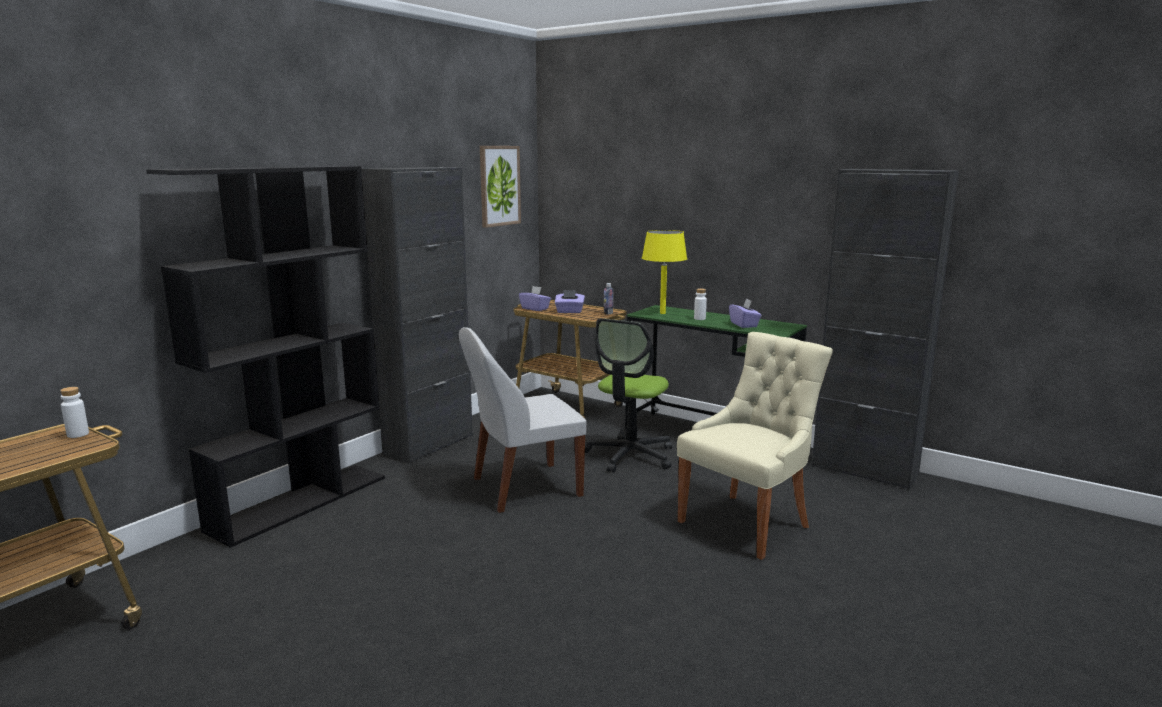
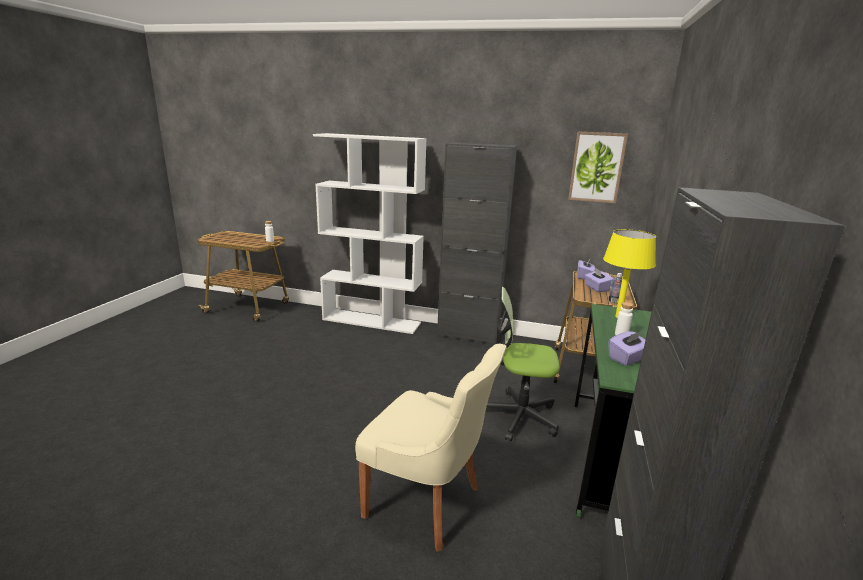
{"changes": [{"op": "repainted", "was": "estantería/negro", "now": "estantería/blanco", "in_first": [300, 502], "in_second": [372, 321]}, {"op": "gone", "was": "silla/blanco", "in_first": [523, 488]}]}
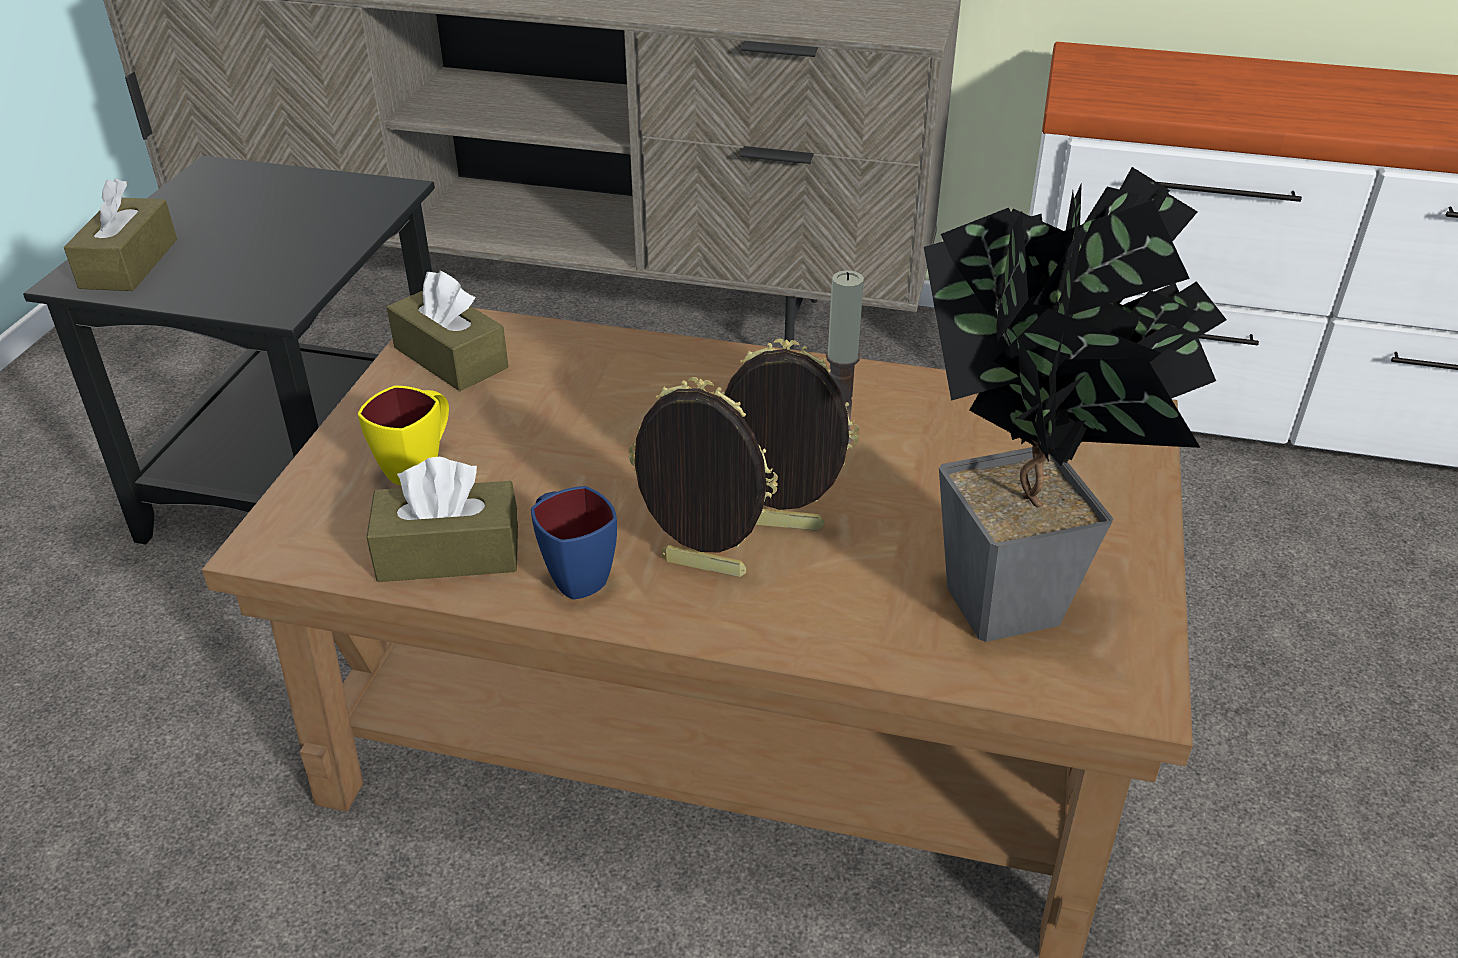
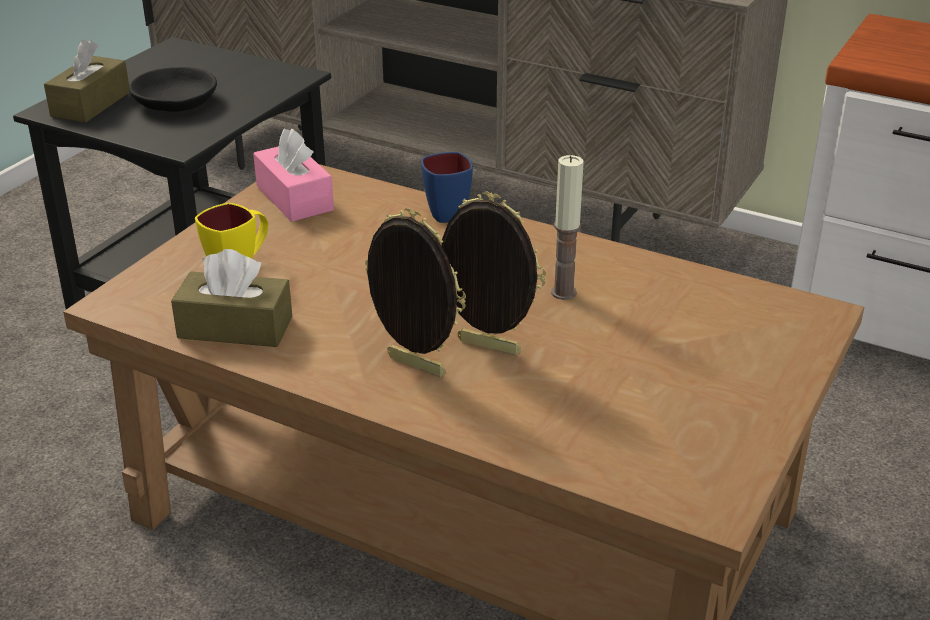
{"changes": [{"op": "repainted", "was": "caja de pañuelos/marrón", "now": "caja de pañuelos/rosa", "in_first": [450, 358], "in_second": [294, 198]}, {"op": "shifted", "was": "taza grande/azul", "in_first": [572, 574], "in_second": [444, 211]}, {"op": "gone", "was": "planta en maceta", "in_first": [1025, 608]}, {"op": "new", "now": "cuenco/negro", "in_second": [175, 103]}]}
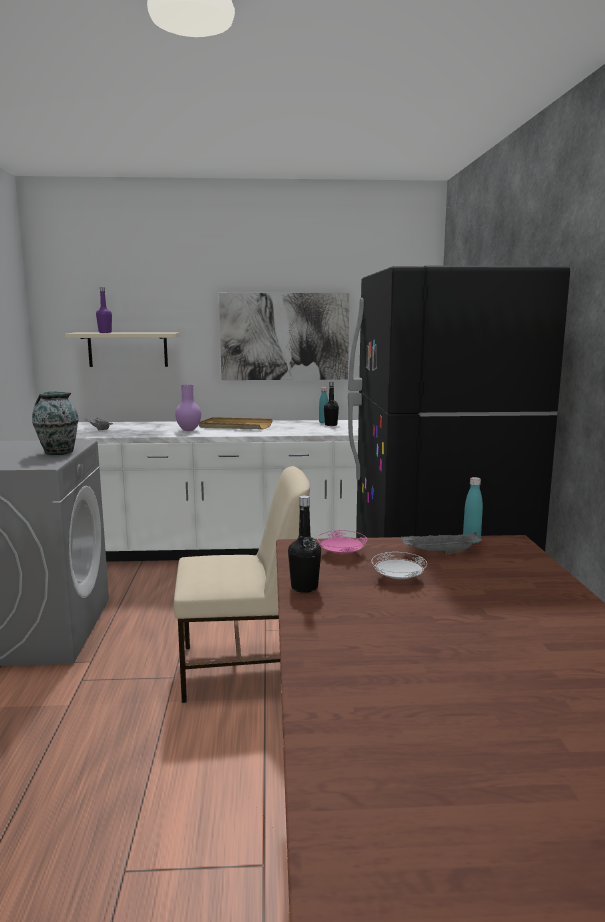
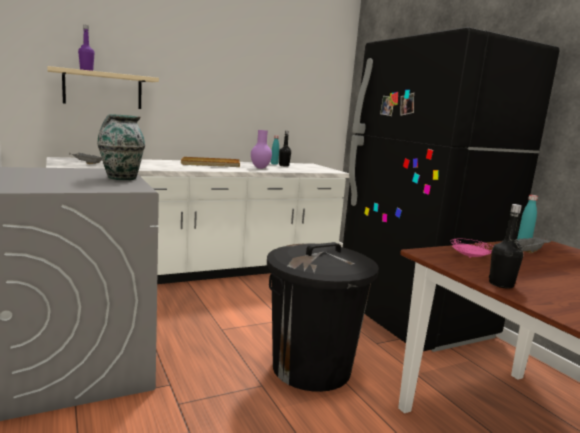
{"changes": [{"op": "swapped", "was": "silla/beis", "now": "papelera/negro", "in_first": [243, 669], "in_second": [312, 368]}, {"op": "shifted", "was": "florero/morado", "in_first": [188, 430], "in_second": [260, 168]}, {"op": "gone", "was": "cuadro", "in_first": [284, 336]}, {"op": "gone", "was": "plato/blanco", "in_first": [398, 579]}]}
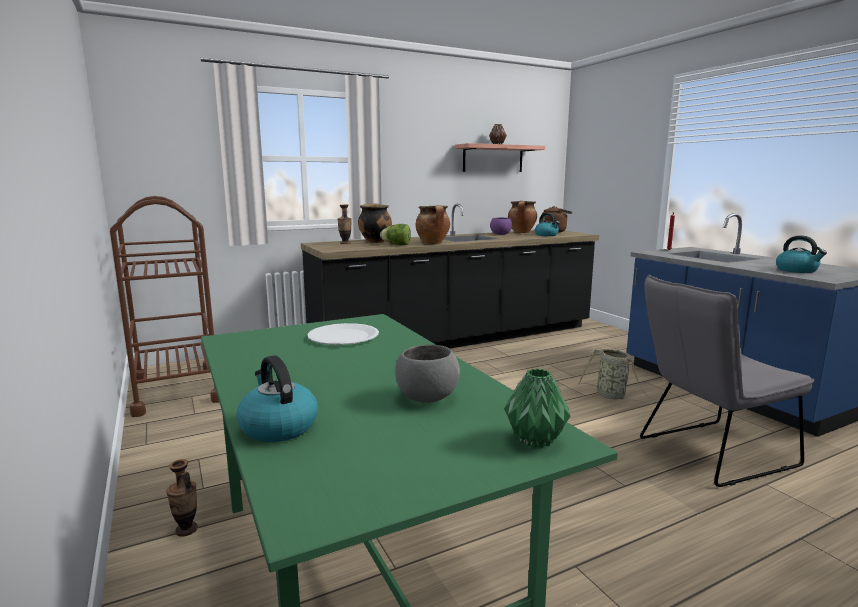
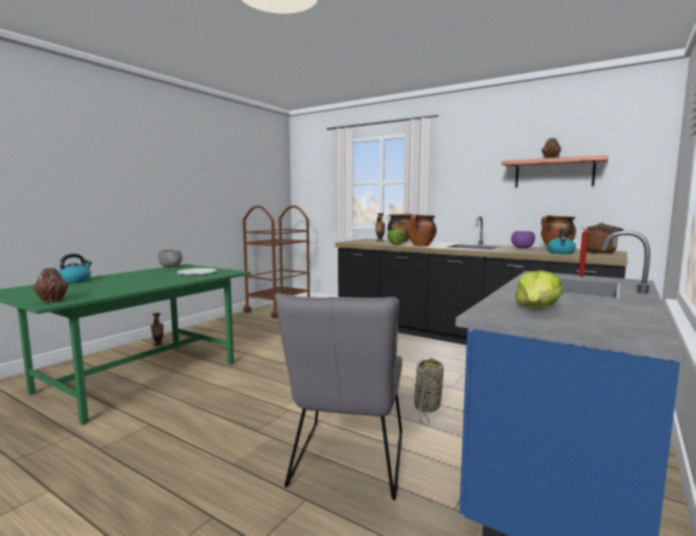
{"changes": [{"op": "shifted", "was": "cuenco/gris", "in_first": [426, 398], "in_second": [170, 267]}, {"op": "repainted", "was": "florero/verde", "now": "florero/marrón", "in_first": [536, 440], "in_second": [52, 301]}, {"op": "rotated", "was": "silla/gris", "in_first": [708, 453], "in_second": [347, 465], "clockwise": -120}, {"op": "swapped", "was": "hervidor", "now": "lechuga", "in_first": [797, 270], "in_second": [537, 308]}]}
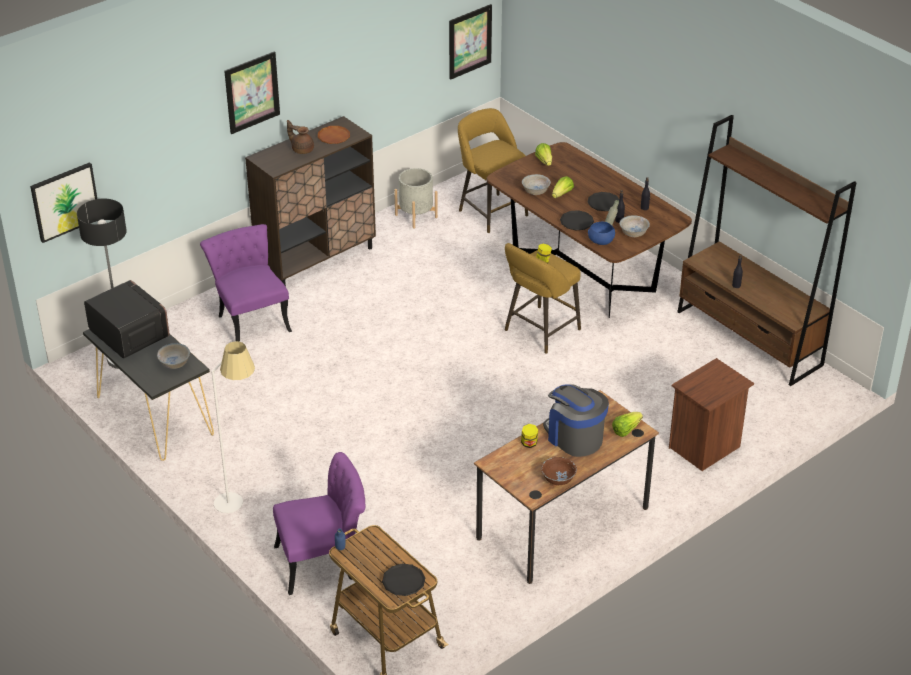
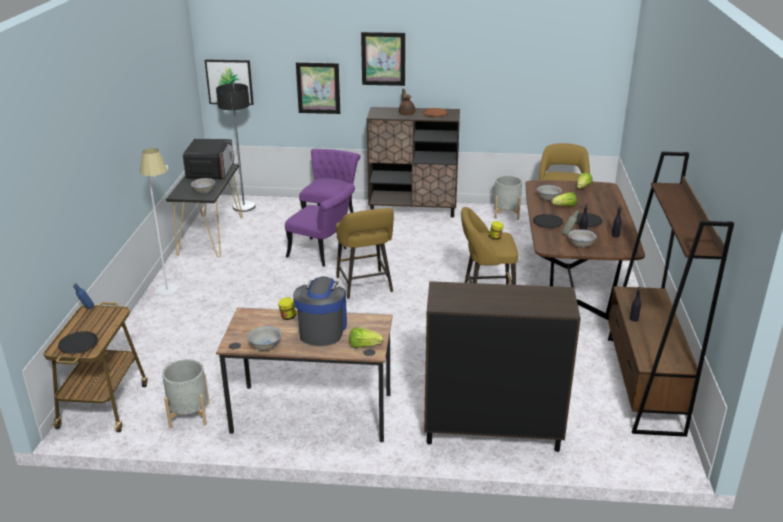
{"changes": [{"op": "shifted", "was": "silla/morado", "in_first": [324, 561], "in_second": [322, 254]}, {"op": "shifted", "was": "cuadro", "in_first": [470, 41], "in_second": [318, 88]}, {"op": "repainted", "was": "cuenco/marrón", "now": "cuenco/blanco", "in_first": [558, 479], "in_second": [265, 346]}, {"op": "gone", "was": "cuenco/azul", "in_first": [600, 242]}, {"op": "swapped", "was": "mesita de noche/marrón", "now": "armario/marrón", "in_first": [705, 448], "in_second": [491, 431]}, {"op": "new", "now": "maceta/gris", "in_second": [189, 414]}, {"op": "new", "now": "taburete/amarillo", "in_second": [365, 286]}]}
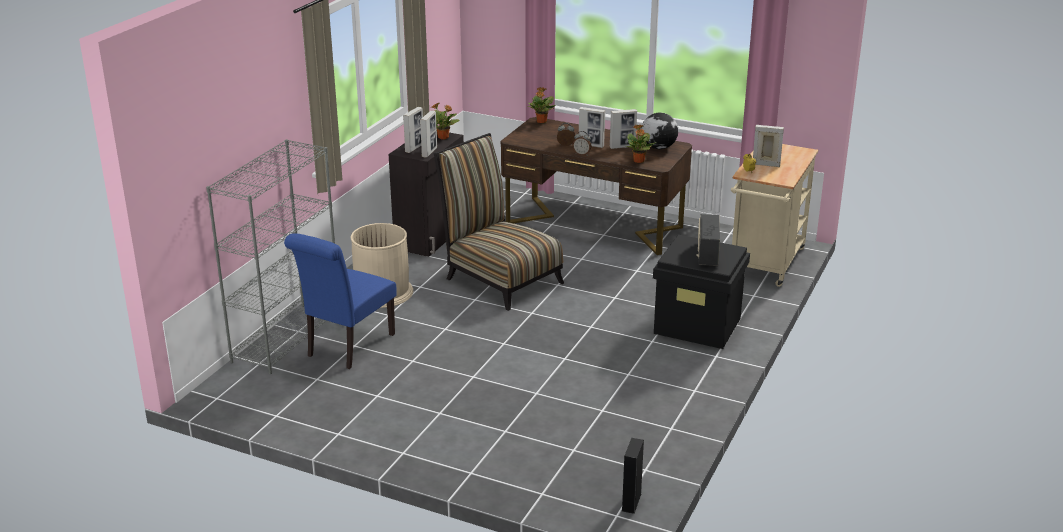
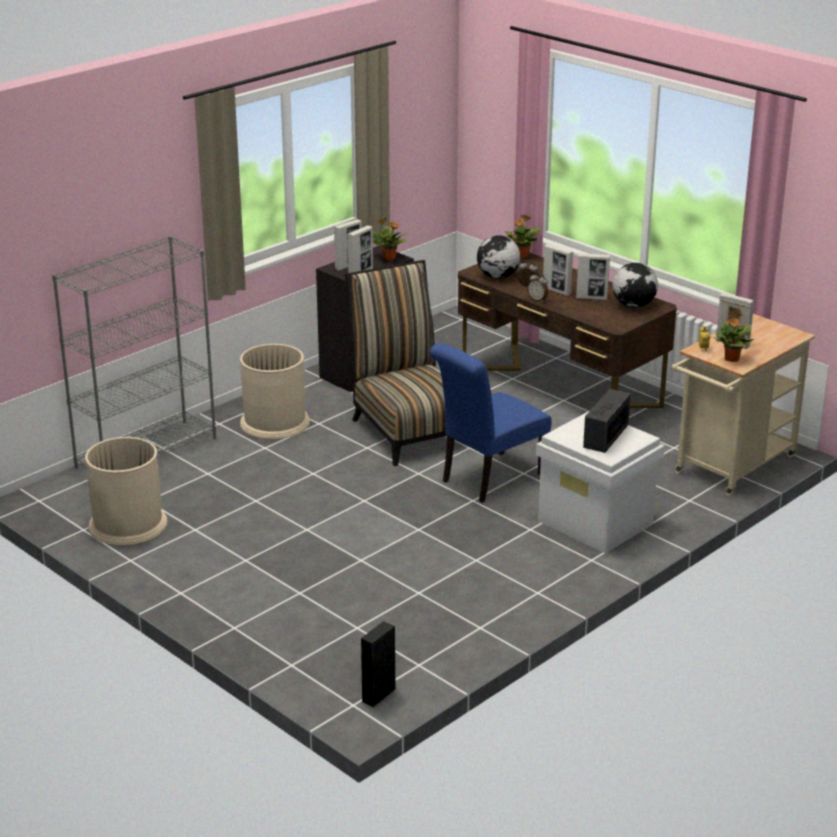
{"changes": [{"op": "shifted", "was": "silla/azul", "in_first": [347, 347], "in_second": [487, 479]}, {"op": "shifted", "was": "planta en maceta", "in_first": [638, 161], "in_second": [731, 359]}, {"op": "repainted", "was": "caja de almacenaje/negro", "now": "caja de almacenaje/blanco", "in_first": [698, 326], "in_second": [596, 522]}, {"op": "new", "now": "papelera/beis", "in_second": [127, 524]}, {"op": "new", "now": "globo terráqueo", "in_second": [497, 277]}]}
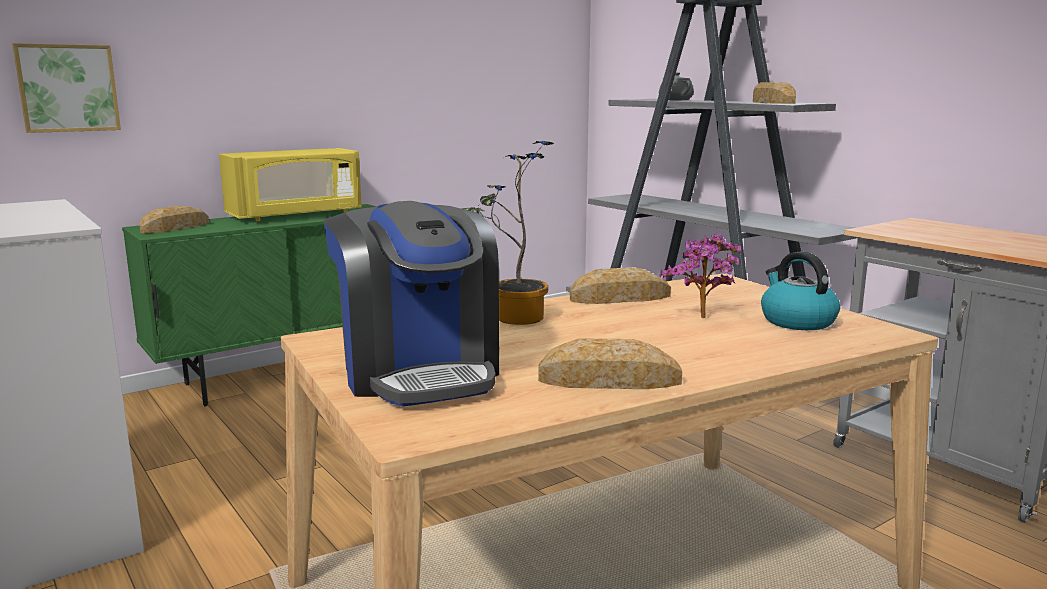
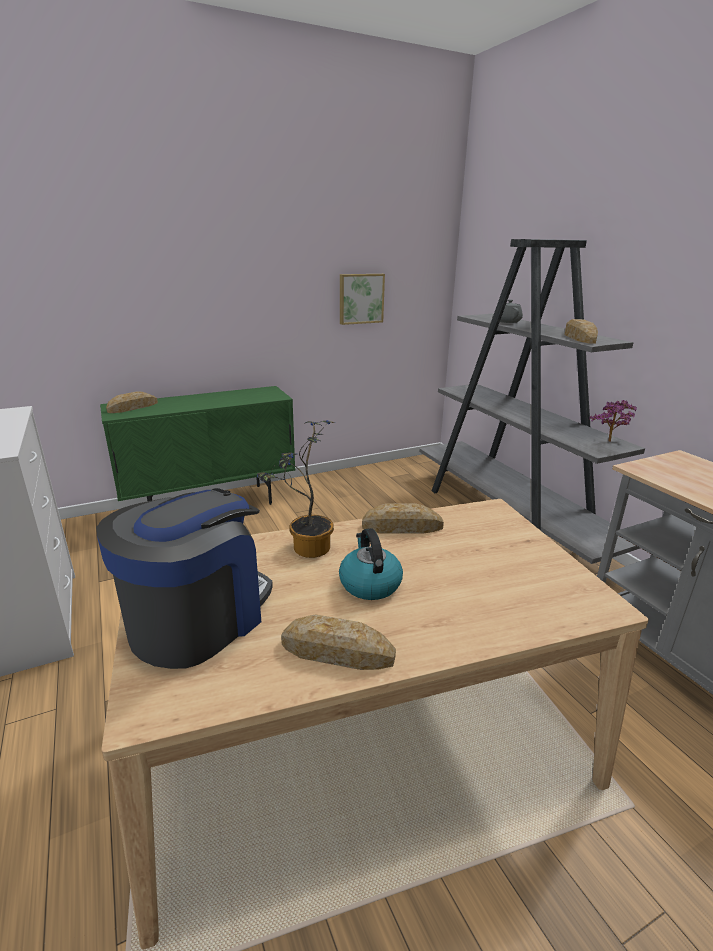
{"changes": [{"op": "shifted", "was": "cuadro", "in_first": [67, 88], "in_second": [360, 298]}, {"op": "gone", "was": "microondas/amarillo", "in_first": [296, 215]}, {"op": "rotated", "was": "cafetera", "in_first": [419, 372], "in_second": [199, 618], "clockwise": -135}, {"op": "shifted", "was": "planta en maceta", "in_first": [703, 319], "in_second": [609, 442]}, {"op": "shifted", "was": "hervidor", "in_first": [796, 321], "in_second": [369, 583]}]}
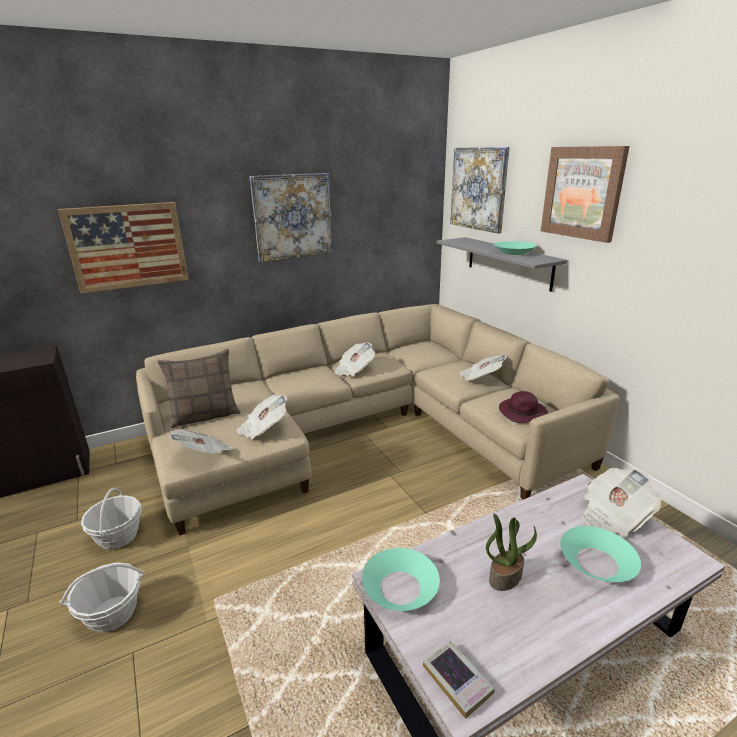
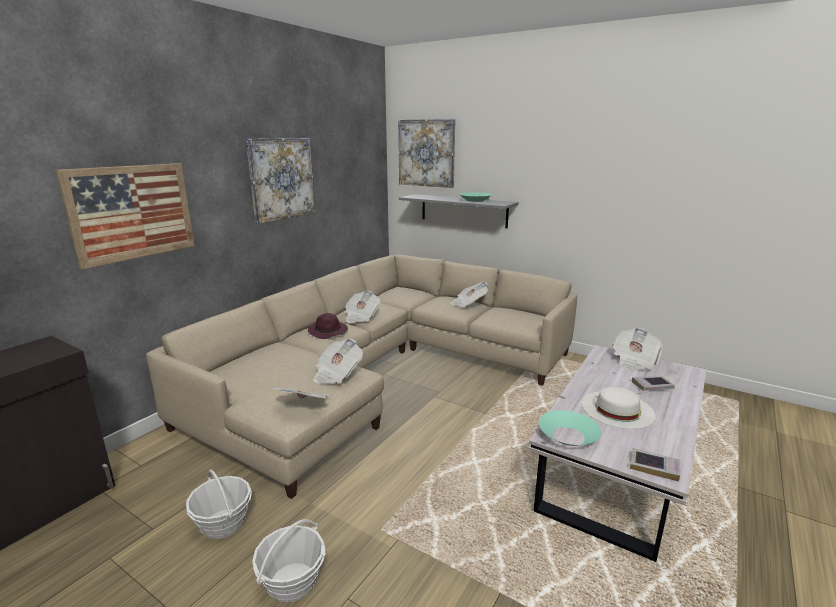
{"changes": [{"op": "gone", "was": "cojín", "in_first": [205, 415]}, {"op": "swapped", "was": "planta en maceta", "now": "sombrero/blanco", "in_first": [505, 576], "in_second": [617, 409]}, {"op": "shifted", "was": "sombrero/morado", "in_first": [523, 413], "in_second": [328, 332]}, {"op": "gone", "was": "cuadro", "in_first": [582, 192]}, {"op": "swapped", "was": "cuenco/turquesa", "now": "libro", "in_first": [596, 562], "in_second": [652, 386]}]}
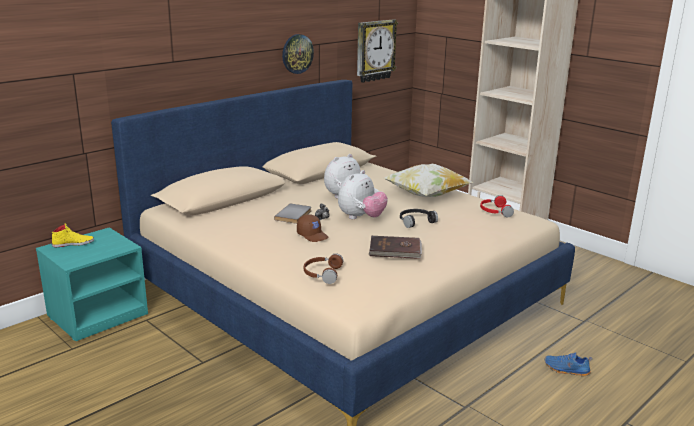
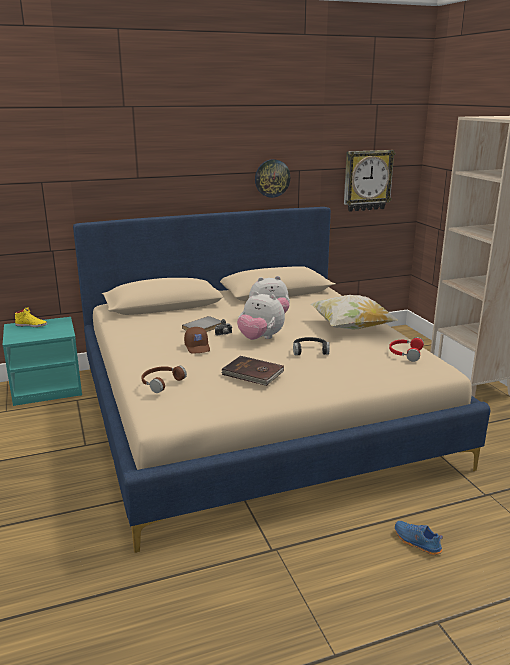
{"changes": [{"op": "rotated", "was": "peluche", "in_first": [361, 218], "in_second": [260, 339], "clockwise": 60}]}
